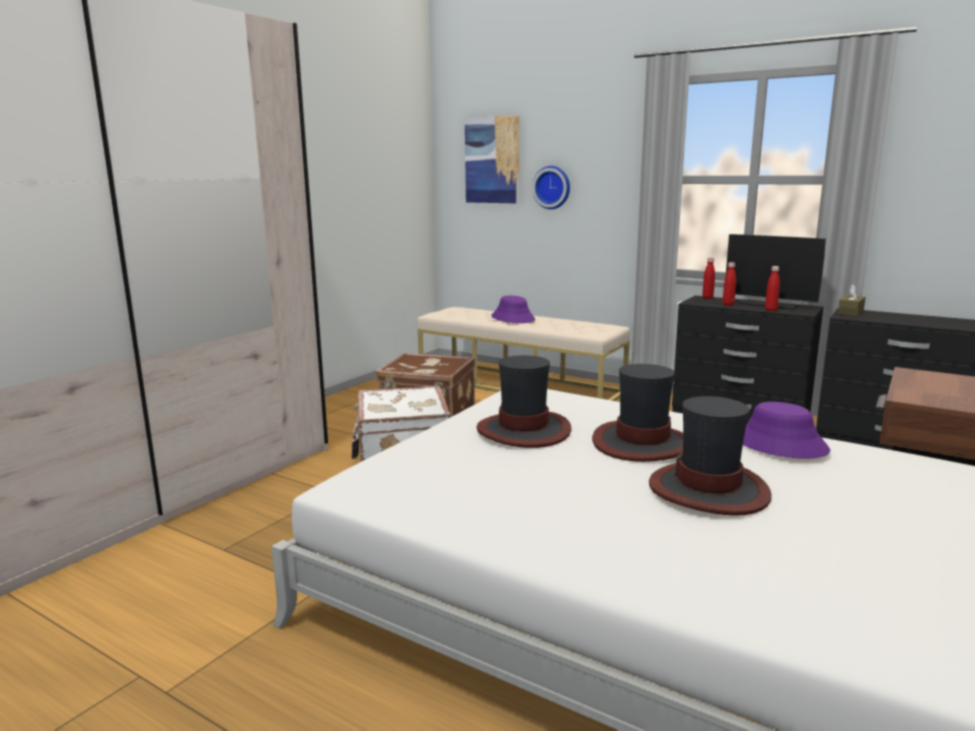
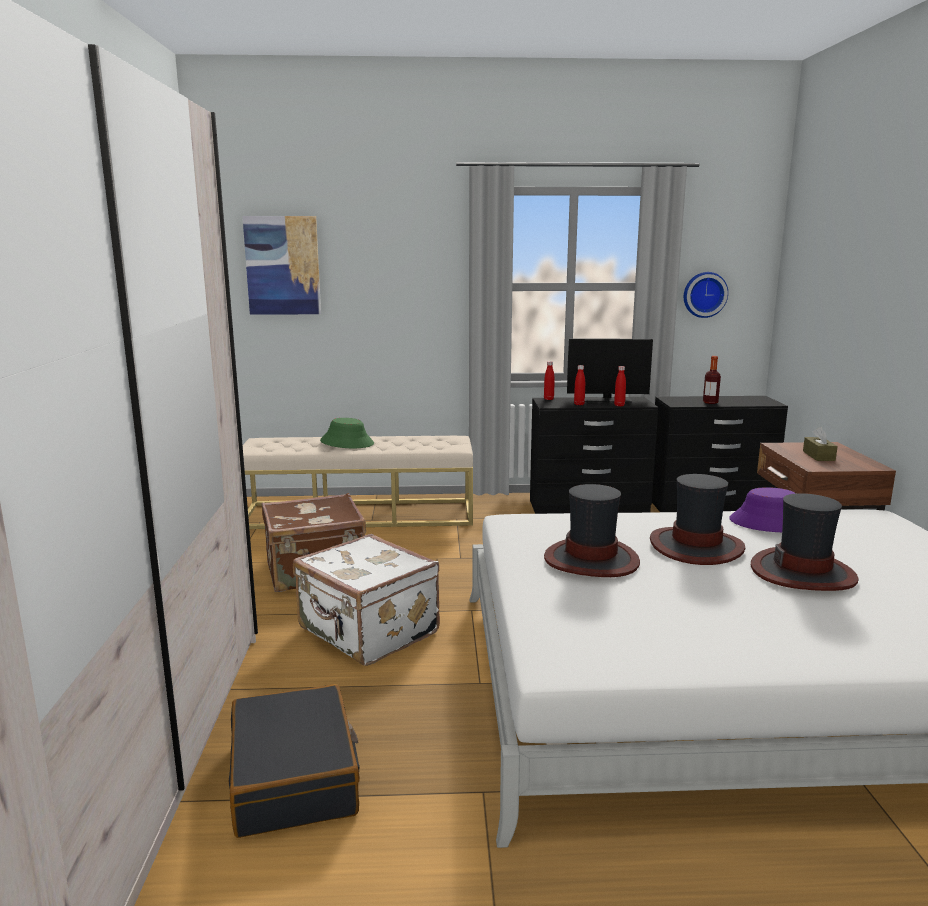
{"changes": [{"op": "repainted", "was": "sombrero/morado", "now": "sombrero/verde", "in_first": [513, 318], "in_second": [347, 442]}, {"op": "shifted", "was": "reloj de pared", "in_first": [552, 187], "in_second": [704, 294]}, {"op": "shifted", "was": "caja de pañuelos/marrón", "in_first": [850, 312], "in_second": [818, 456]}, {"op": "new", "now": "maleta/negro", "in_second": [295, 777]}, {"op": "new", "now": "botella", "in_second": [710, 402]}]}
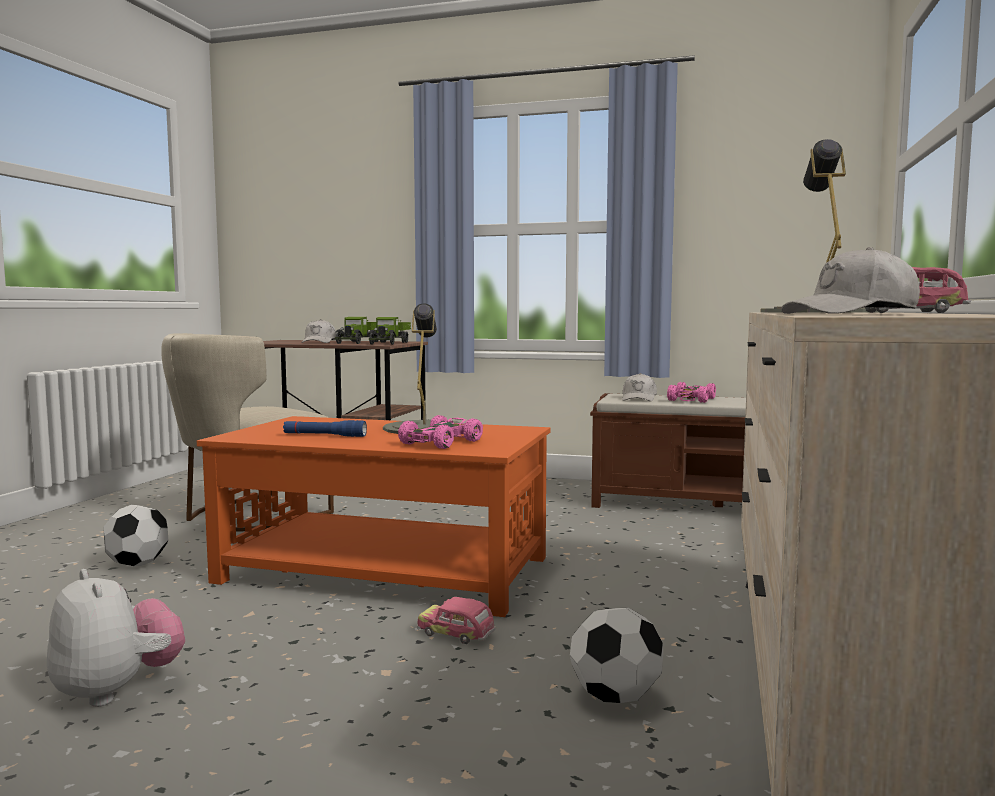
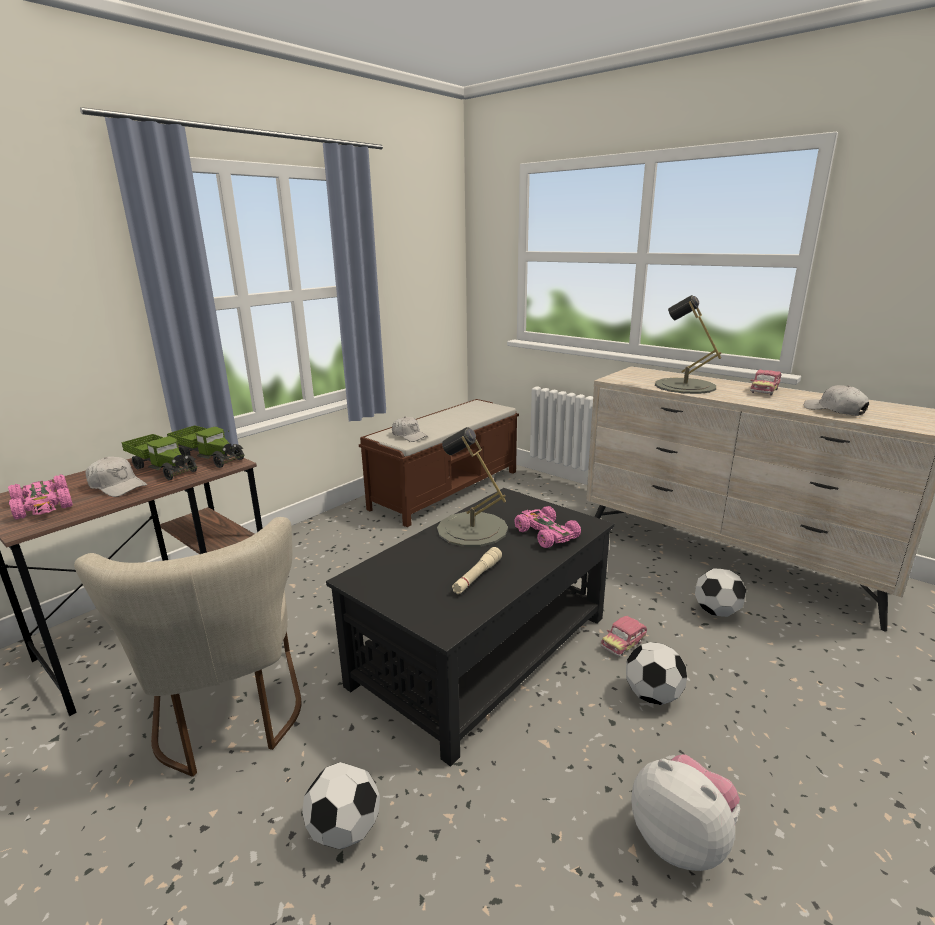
{"changes": [{"op": "rotated", "was": "peluche", "in_first": [117, 690], "in_second": [681, 839], "clockwise": 60}, {"op": "repainted", "was": "mesa de centro/naranja", "now": "mesa de centro/negro", "in_first": [383, 569], "in_second": [481, 650]}, {"op": "repainted", "was": "linterna/azul", "now": "linterna/beis", "in_first": [324, 435], "in_second": [477, 576]}, {"op": "shifted", "was": "coche de juguete/rosa", "in_first": [691, 400], "in_second": [43, 505]}, {"op": "rotated", "was": "gorra/blanco", "in_first": [851, 313], "in_second": [834, 410], "clockwise": 135}, {"op": "new", "now": "balón de fútbol", "in_second": [652, 695]}]}
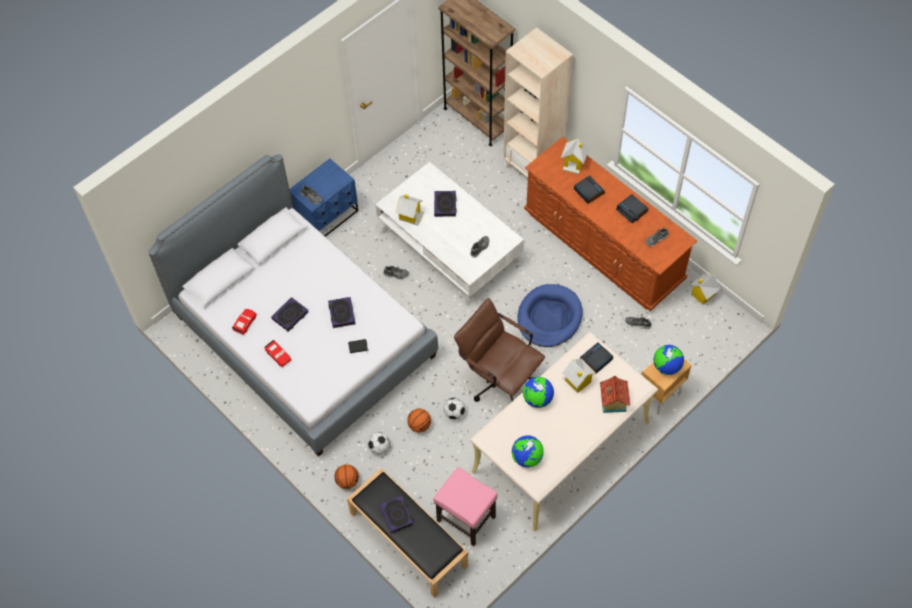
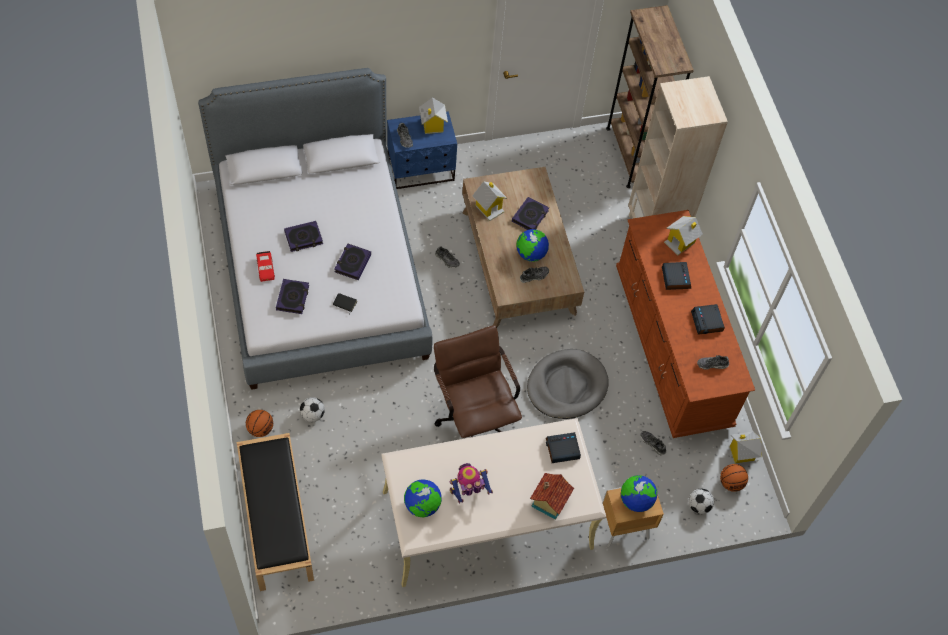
{"changes": [{"op": "gone", "was": "coche de juguete/rojo", "in_first": [245, 323]}, {"op": "repainted", "was": "mesa de centro/blanco", "now": "mesa de centro/marrón", "in_first": [449, 245], "in_second": [518, 261]}, {"op": "shifted", "was": "libro", "in_first": [396, 515], "in_second": [293, 298]}, {"op": "shifted", "was": "balón de baloncesto", "in_first": [419, 425], "in_second": [731, 483]}, {"op": "gone", "was": "taburete/rosa", "in_first": [465, 518]}, {"op": "shifted", "was": "balón de fútbol", "in_first": [454, 413], "in_second": [698, 506]}, {"op": "repainted", "was": "cama para perro/azul", "now": "cama para perro/gris", "in_first": [549, 317], "in_second": [566, 386]}, {"op": "shifted", "was": "globo terráqueo", "in_first": [537, 399], "in_second": [531, 254]}, {"op": "shifted", "was": "casita", "in_first": [577, 381], "in_second": [432, 125]}, {"op": "new", "now": "robot de juguete", "in_second": [469, 491]}]}
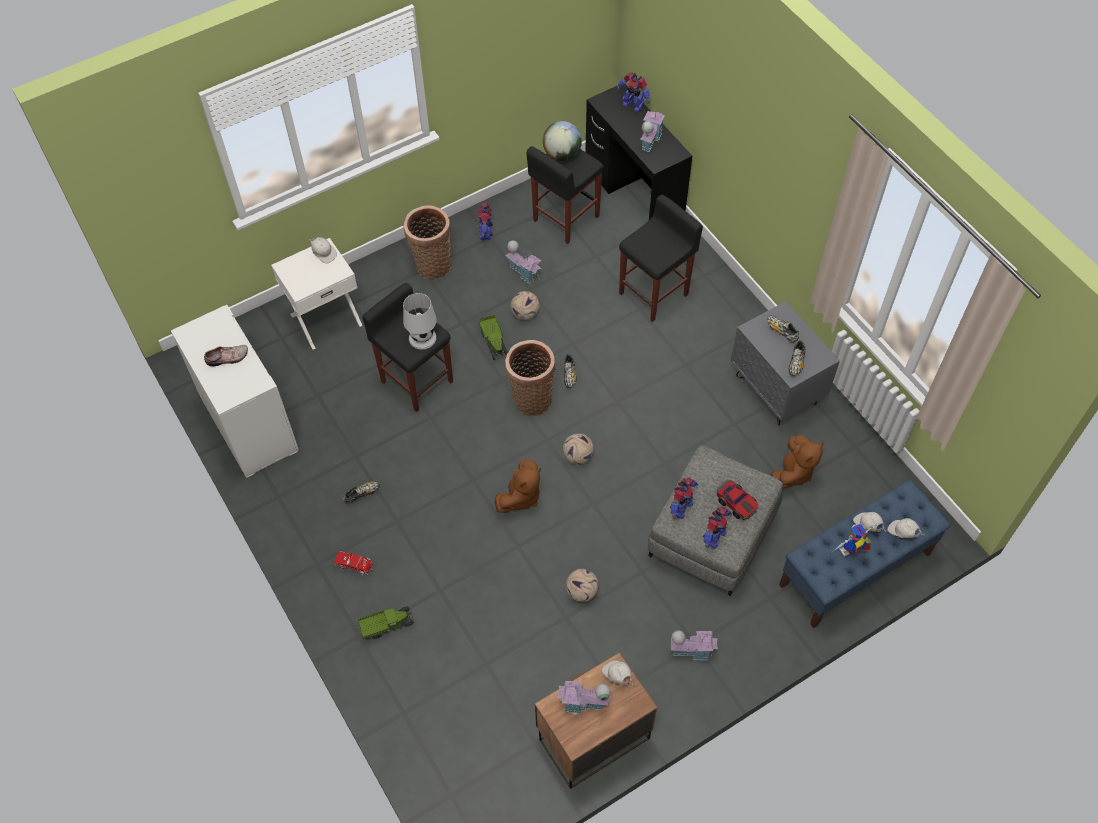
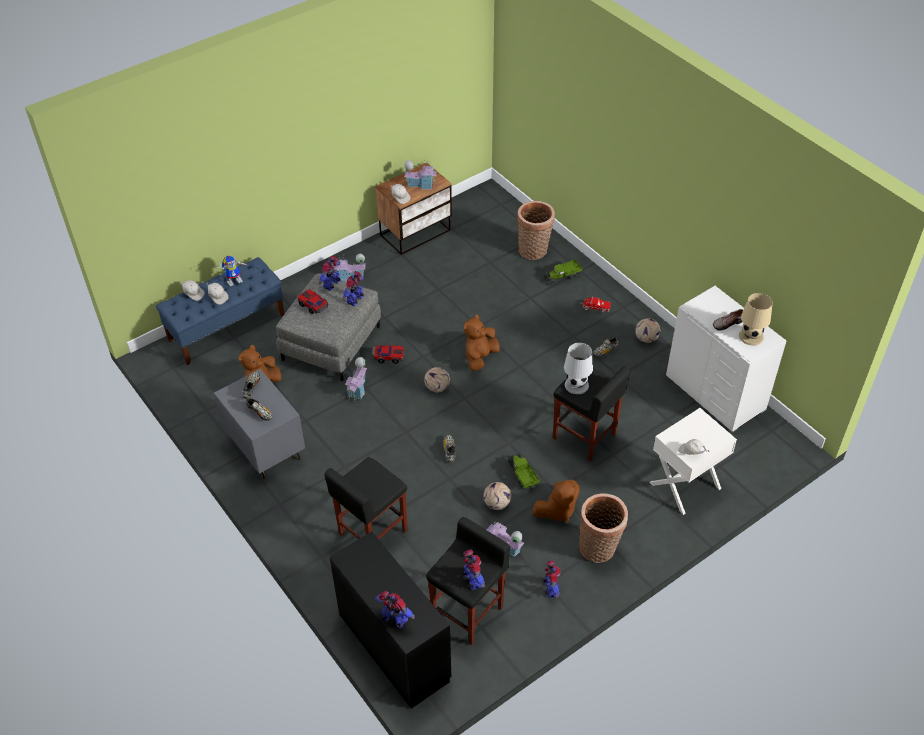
{"changes": [{"op": "shifted", "was": "cesta", "in_first": [531, 398], "in_second": [534, 251]}, {"op": "swapped", "was": "globo terráqueo", "now": "robot de juguete", "in_first": [562, 154], "in_second": [473, 580]}, {"op": "shifted", "was": "balón de fútbol", "in_first": [581, 591], "in_second": [646, 339]}, {"op": "shifted", "was": "casita", "in_first": [649, 139], "in_second": [358, 389]}, {"op": "new", "now": "coche de juguete", "in_second": [388, 356]}, {"op": "new", "now": "peluche/marrón", "in_second": [557, 510]}, {"op": "new", "now": "lámpara de mesa/beis", "in_second": [751, 336]}]}
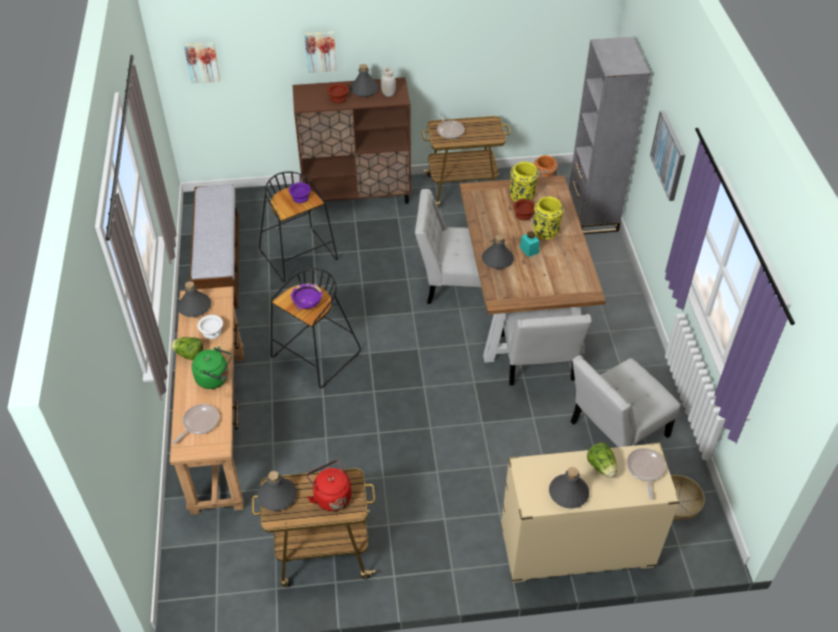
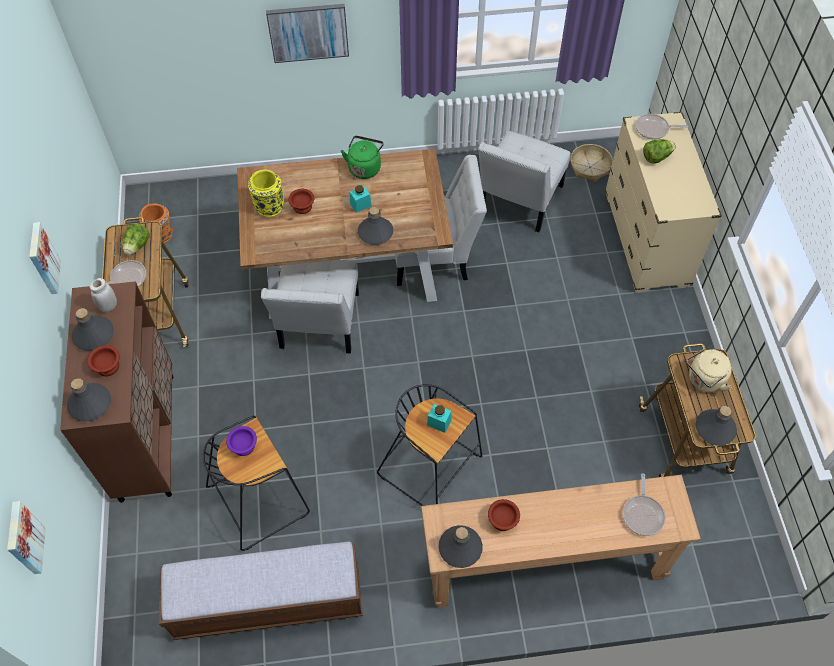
{"changes": [{"op": "shifted", "was": "lechuga", "in_first": [189, 355], "in_second": [137, 246]}, {"op": "rotated", "was": "sartén", "in_first": [199, 423], "in_second": [642, 514], "clockwise": -120}, {"op": "shifted", "was": "hervidor/verde", "in_first": [215, 378], "in_second": [365, 167]}, {"op": "repainted", "was": "cuenco/blanco", "now": "cuenco/marrón", "in_first": [211, 332], "in_second": [503, 521]}, {"op": "swapped", "was": "cuenco/morado", "now": "tarro/turquesa", "in_first": [307, 303], "in_second": [439, 422]}, {"op": "shifted", "was": "cuadro", "in_first": [320, 51], "in_second": [42, 259]}, {"op": "repainted", "was": "hervidor/rojo", "now": "hervidor/beis", "in_first": [331, 496], "in_second": [704, 380]}, {"op": "gone", "was": "florero/amarillo", "in_first": [545, 231]}, {"op": "shifted", "was": "botella/gris", "in_first": [568, 493], "in_second": [90, 404]}, {"op": "gone", "was": "estantería/gris", "in_first": [592, 213]}, {"op": "rotated", "was": "silla/blanco", "in_first": [615, 432], "in_second": [518, 202], "clockwise": 60}]}
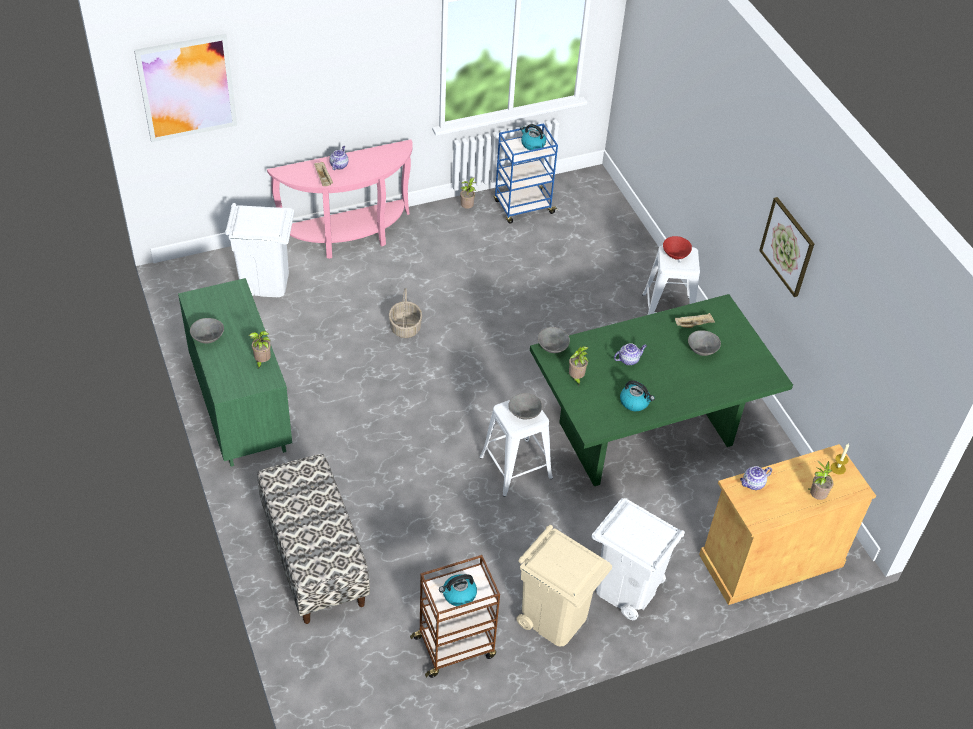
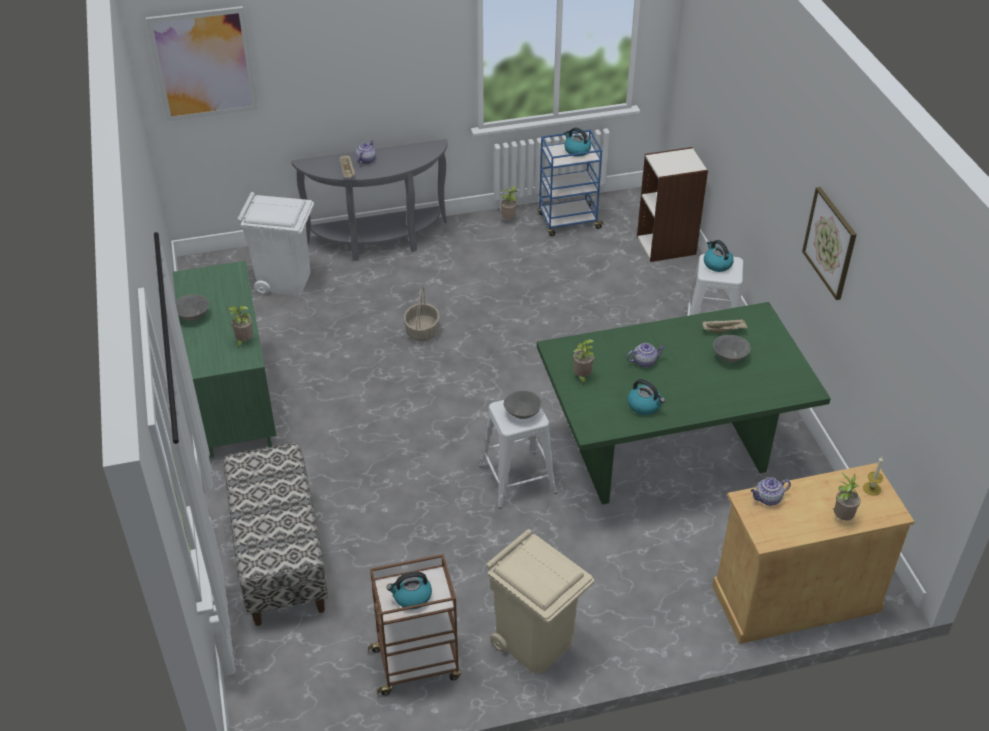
{"changes": [{"op": "repainted", "was": "mesa consola/rosa", "now": "mesa consola/gris", "in_first": [349, 238], "in_second": [380, 242]}, {"op": "gone", "was": "cuenco/gris", "in_first": [552, 348]}, {"op": "gone", "was": "papelera/blanco", "in_first": [626, 589]}, {"op": "swapped", "was": "cuenco/rojo", "now": "hervidor", "in_first": [675, 255], "in_second": [717, 264]}, {"op": "new", "now": "estantería", "in_second": [667, 245]}]}
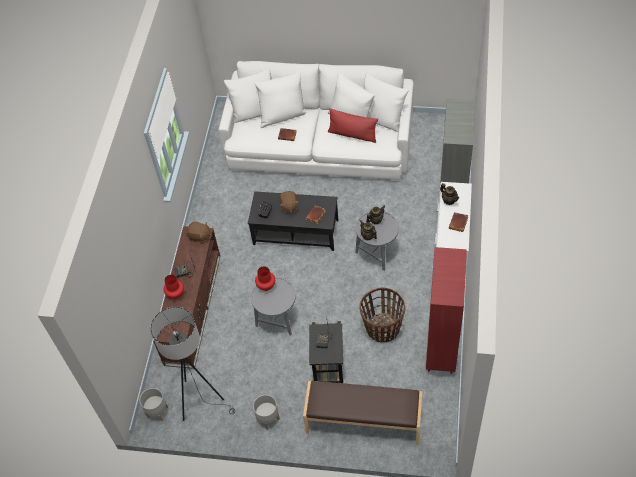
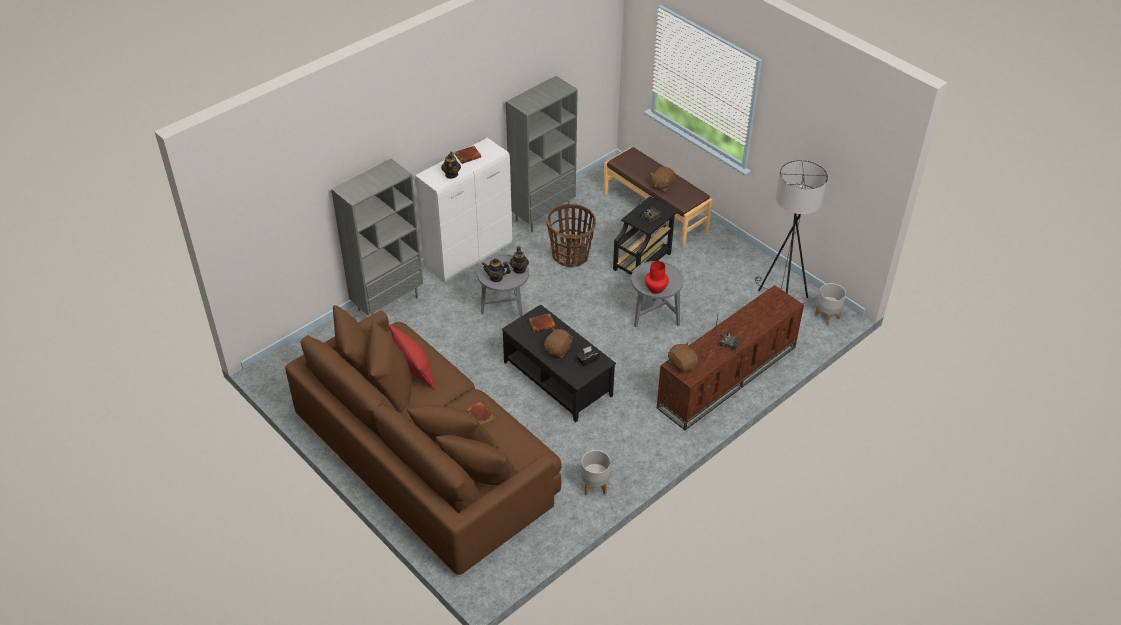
{"changes": [{"op": "gone", "was": "florero/rojo", "in_first": [175, 294]}, {"op": "repainted", "was": "sofá/blanco", "now": "sofá/marrón", "in_first": [319, 142], "in_second": [426, 455]}, {"op": "shifted", "was": "maceta/gris", "in_first": [267, 418], "in_second": [595, 486]}, {"op": "repainted", "was": "estantería/rojo", "now": "estantería/gris", "in_first": [442, 351], "in_second": [542, 214]}, {"op": "new", "now": "peluche/marrón", "in_second": [662, 185]}]}
